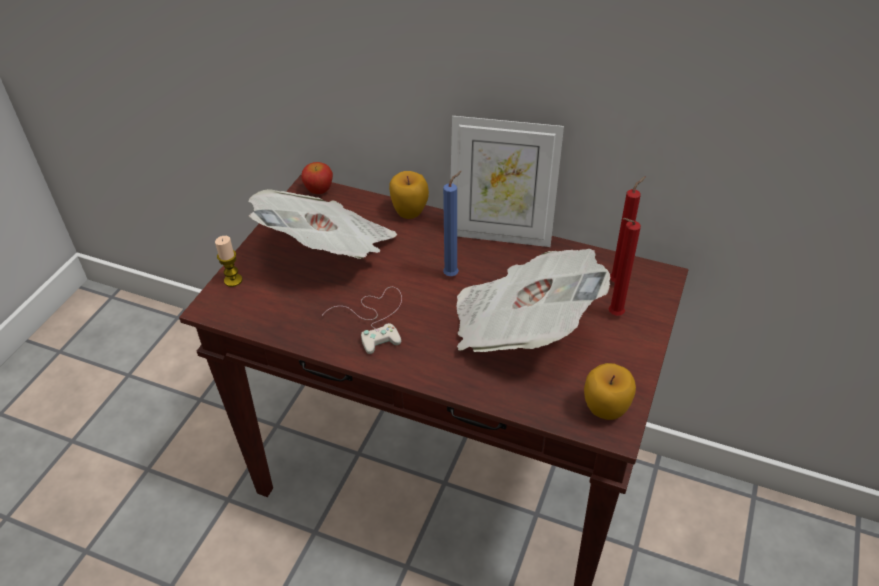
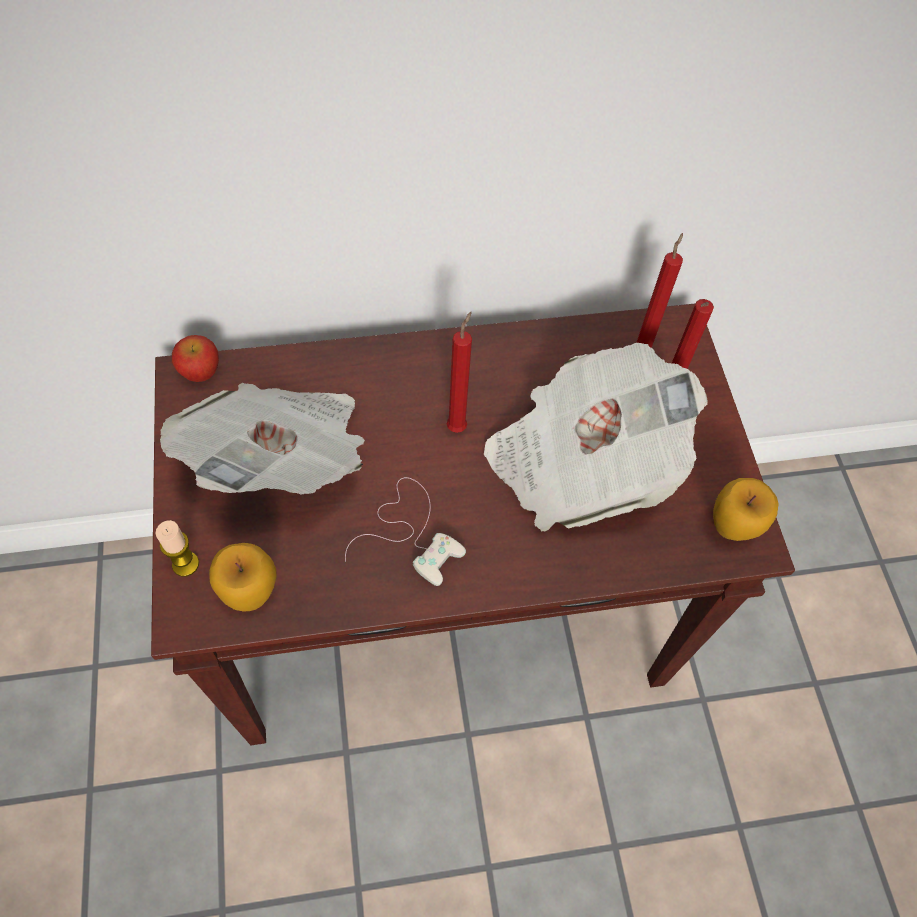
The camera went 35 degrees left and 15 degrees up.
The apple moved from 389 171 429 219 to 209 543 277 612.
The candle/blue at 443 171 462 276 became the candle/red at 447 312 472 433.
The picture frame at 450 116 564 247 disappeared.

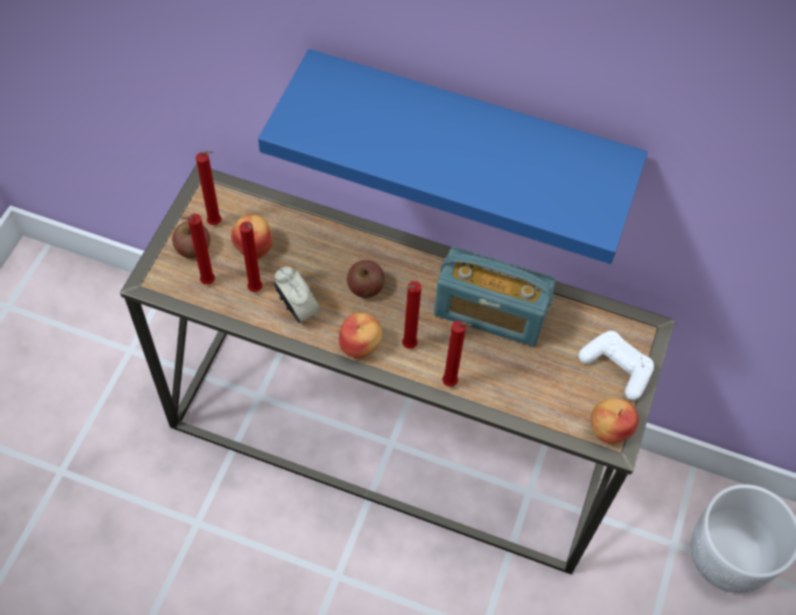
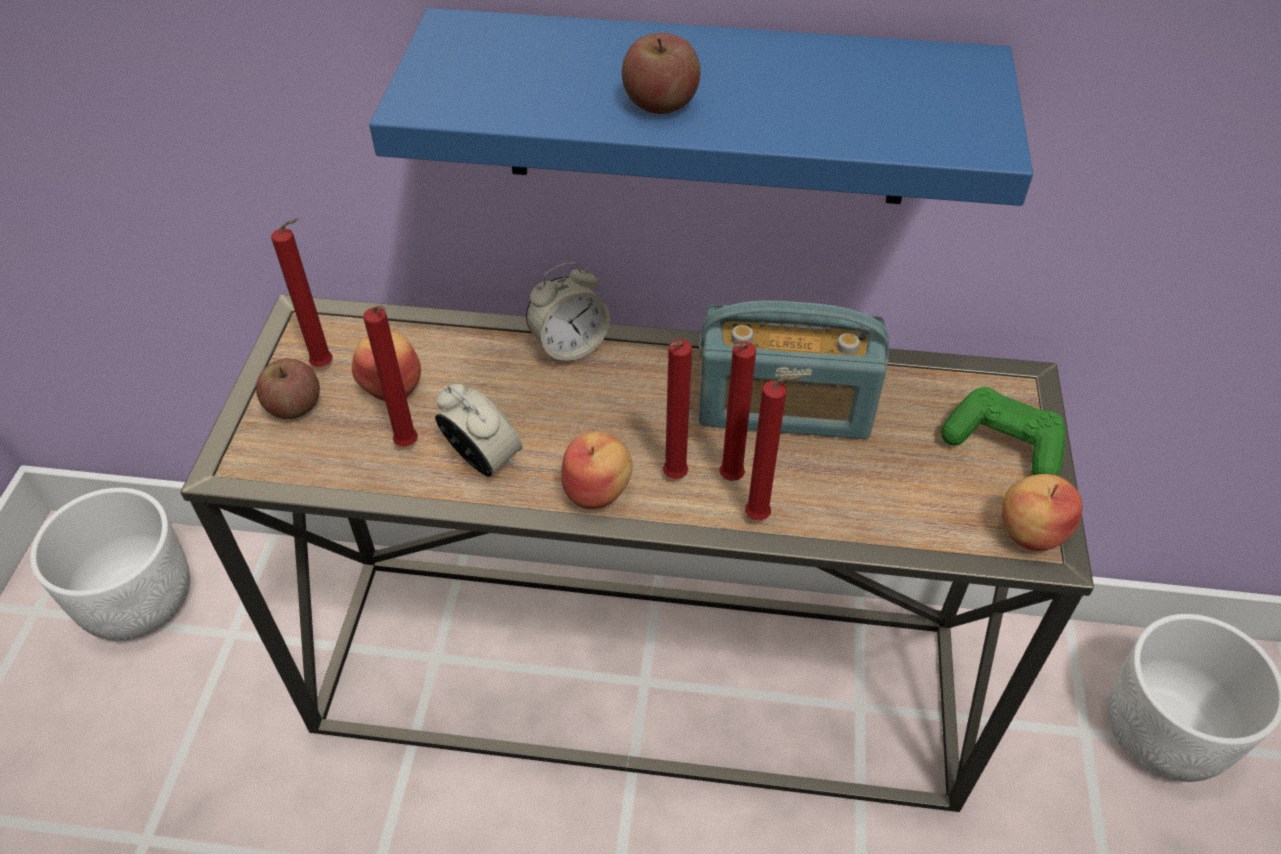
The camera went 10 degrees left and 10 degrees down.
The candle/red moved from 181 214 215 285 to 719 341 756 481.
The apple moved from 347 260 385 298 to 622 33 701 114.
The game controller/white at 579 331 654 400 became the game controller/green at 941 387 1066 476.
The planter/white at 30 488 190 641 appeared.
The alarm clock at 526 262 610 364 appeared.

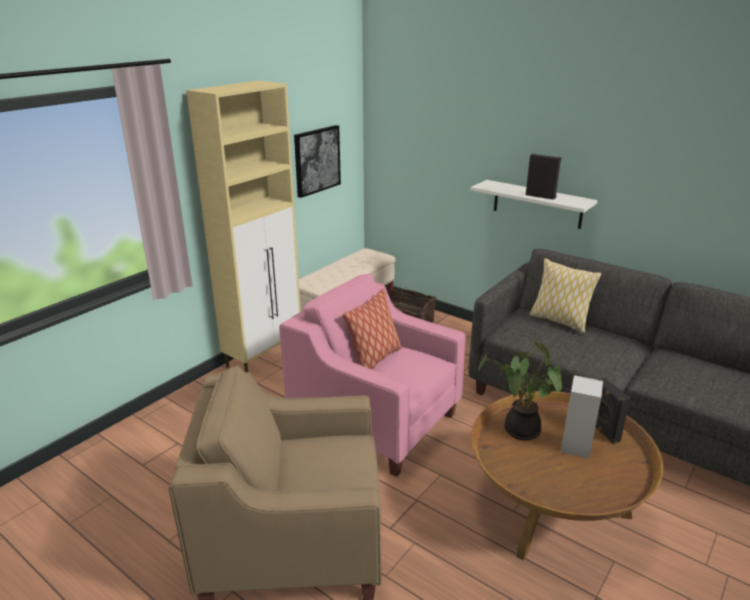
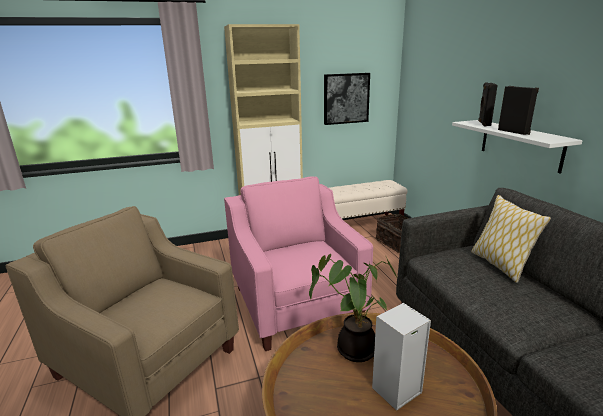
The camera went 35 degrees right and 5 degrees down.
The pillow at 343 289 402 369 disappeared.
The speaker/black moved from 596 378 630 444 to 478 82 498 126.

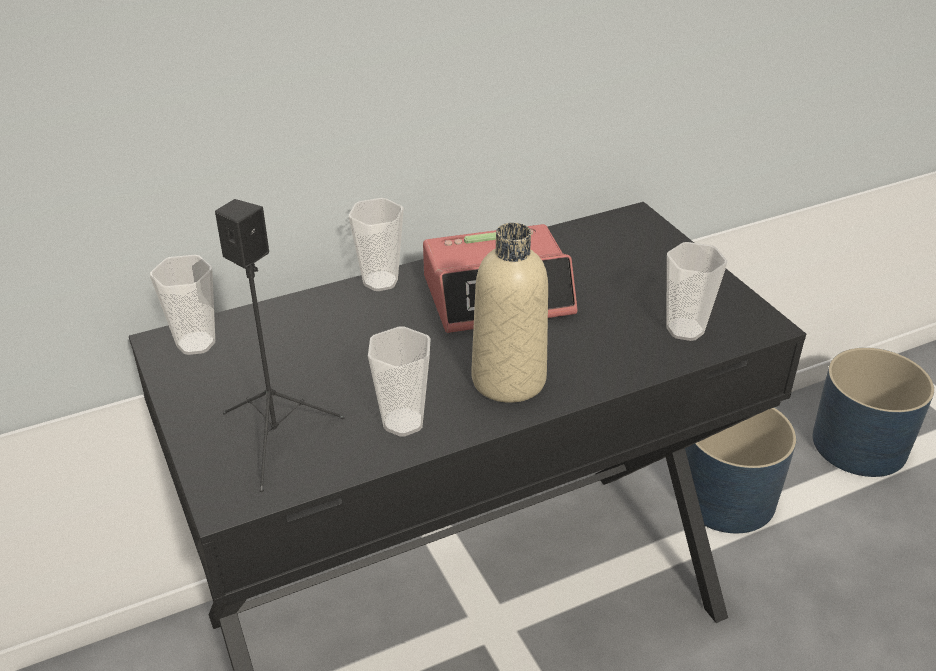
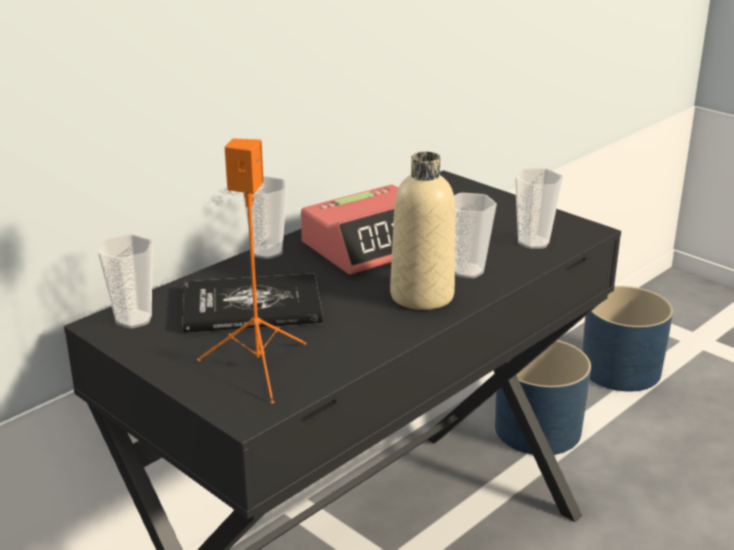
The camera went 20 degrees left and 10 degrees down.
The speaker/black at 215 199 345 492 became the speaker/orange at 197 139 306 404.
The cup moved from 368 326 431 436 to 454 193 497 278.
The book at 183 273 323 333 appeared.

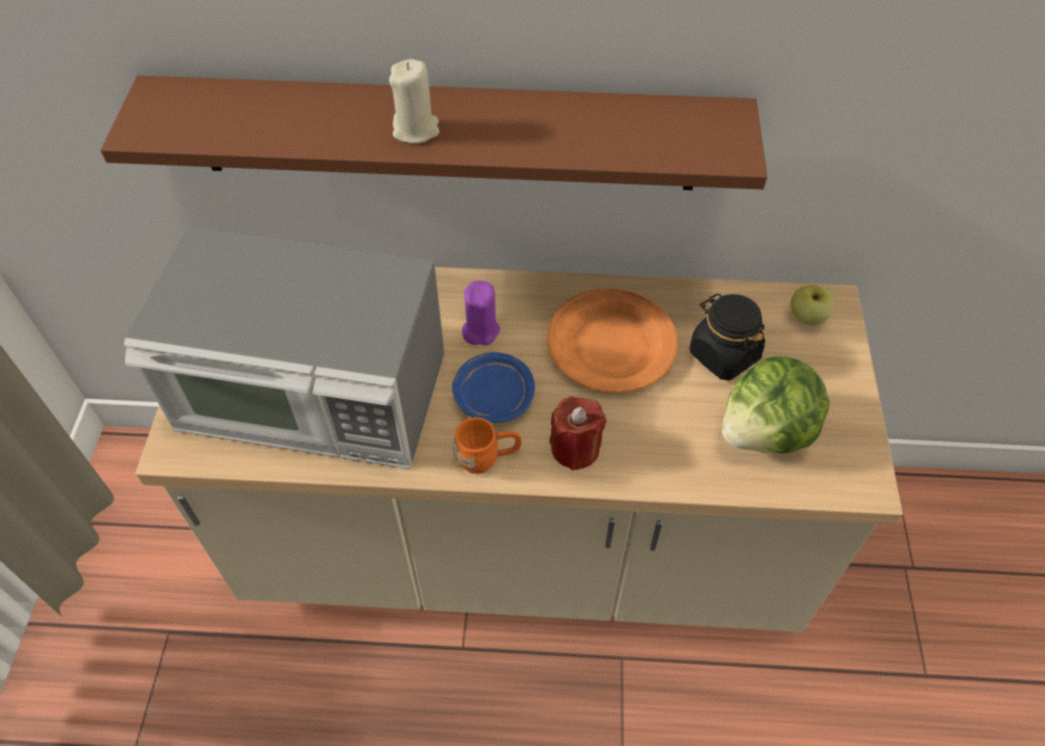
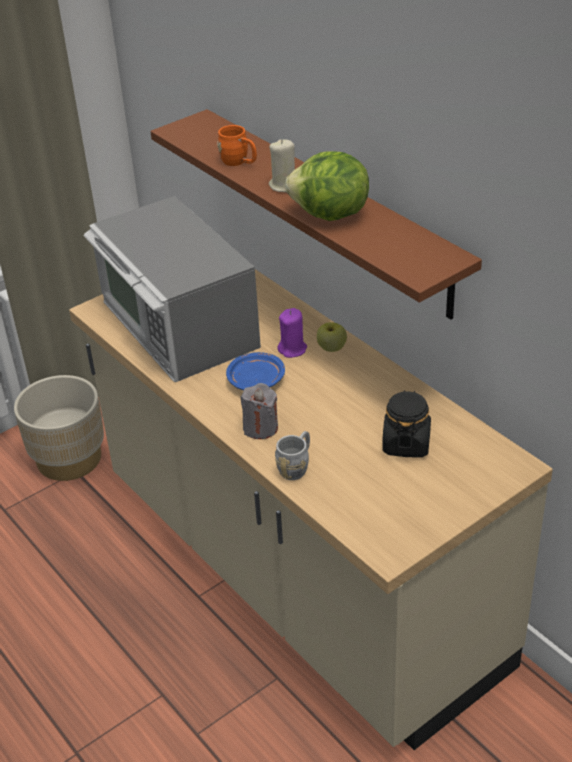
The camera went 50 degrees right and 15 degrees down.
The mug/orange moved from 452 417 521 474 to 217 125 257 166.
The plate/orange at 547 288 678 393 disappeared.
The candle/red at 550 396 606 471 became the candle/grey at 240 383 278 439.
The lettuce moved from 722 356 830 454 to 285 151 369 221.
The apple moved from 791 285 835 325 to 317 322 347 352.
The planter/beige at 14 375 104 481 appeared.
The mug/grey at 275 431 310 480 appeared.

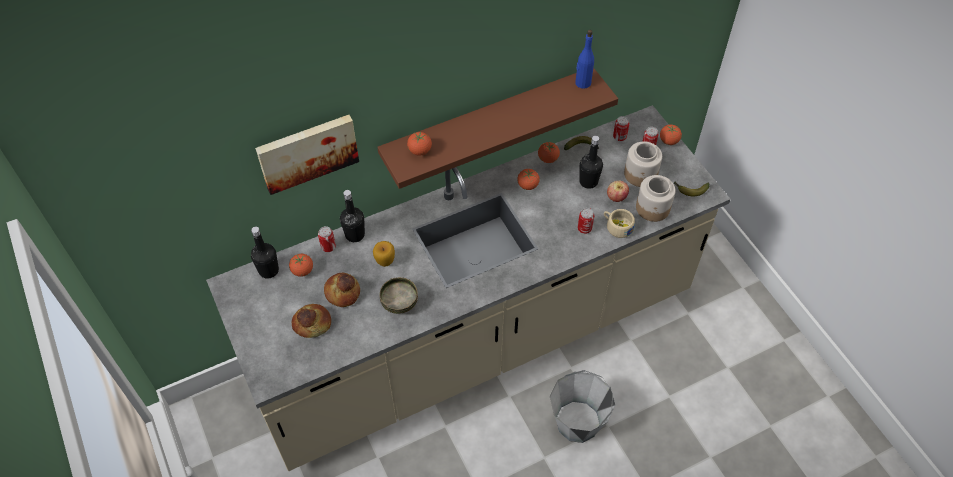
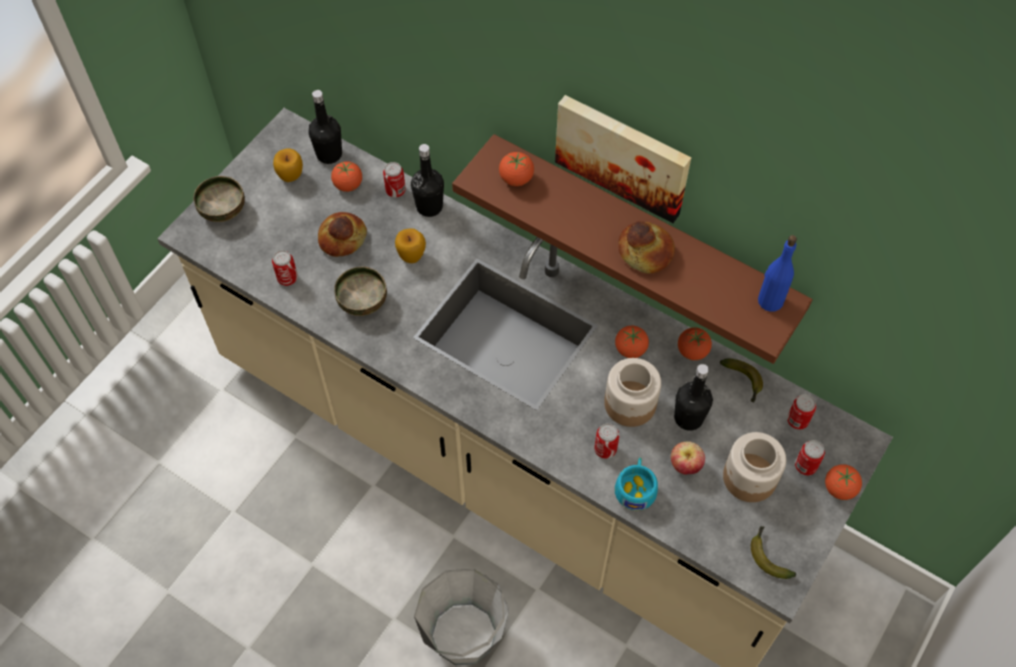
The camera went 60 degrees right and 5 degrees up.
The picture moved from 255 115 359 195 to 555 95 691 223.
The bread moved from 292 304 331 338 to 619 221 675 273.
The cup/beige at 604 209 635 238 became the cup/turquoise at 615 457 658 510.
The jar moved from 636 175 676 222 to 604 358 661 427.
The bowl at 193 176 245 222 appeared.
The can at 272 250 298 286 appeared.
The apple at 273 148 303 182 appeared.

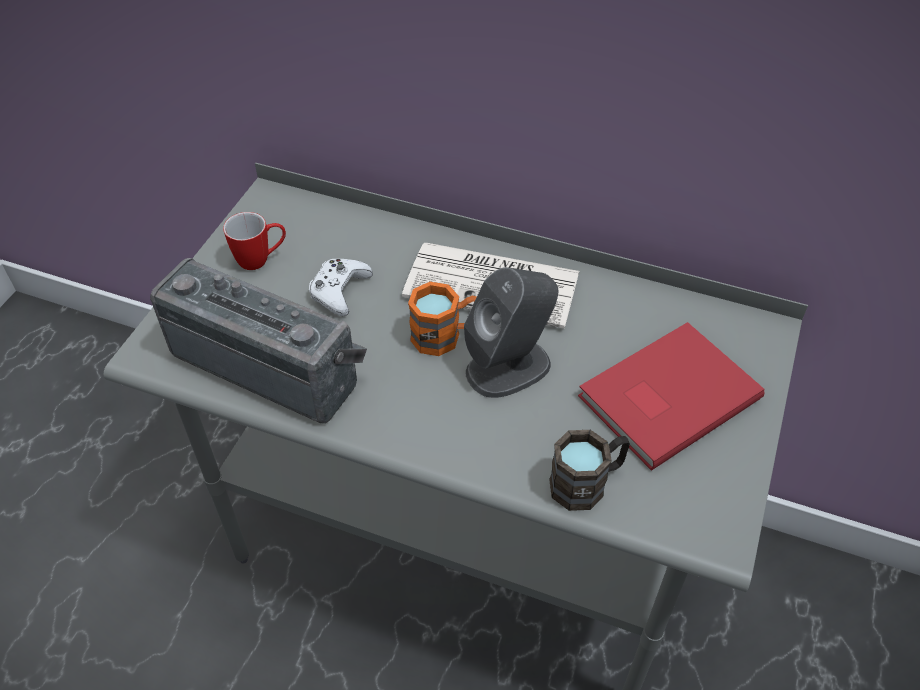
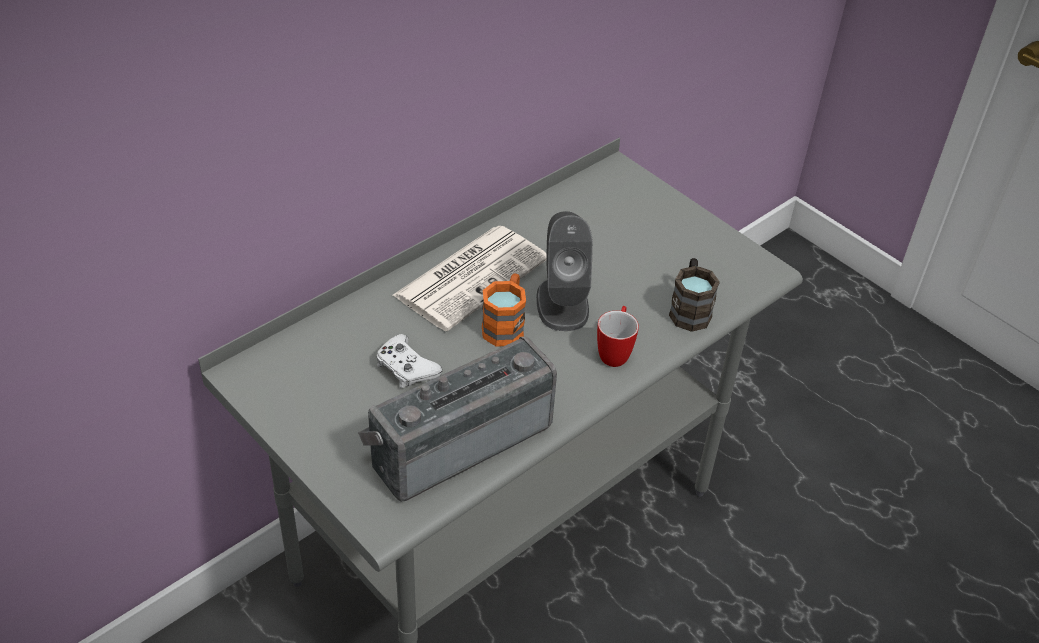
The camera went 65 degrees left and 5 degrees down.
The mug moved from 223 212 286 270 to 597 306 639 367.
The book/red at 578 322 764 471 disappeared.

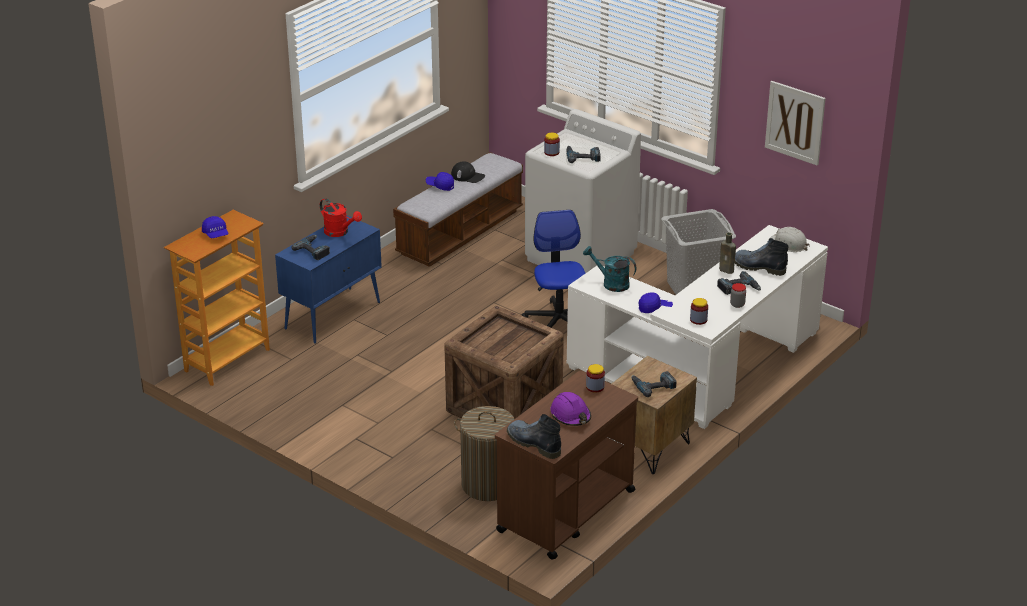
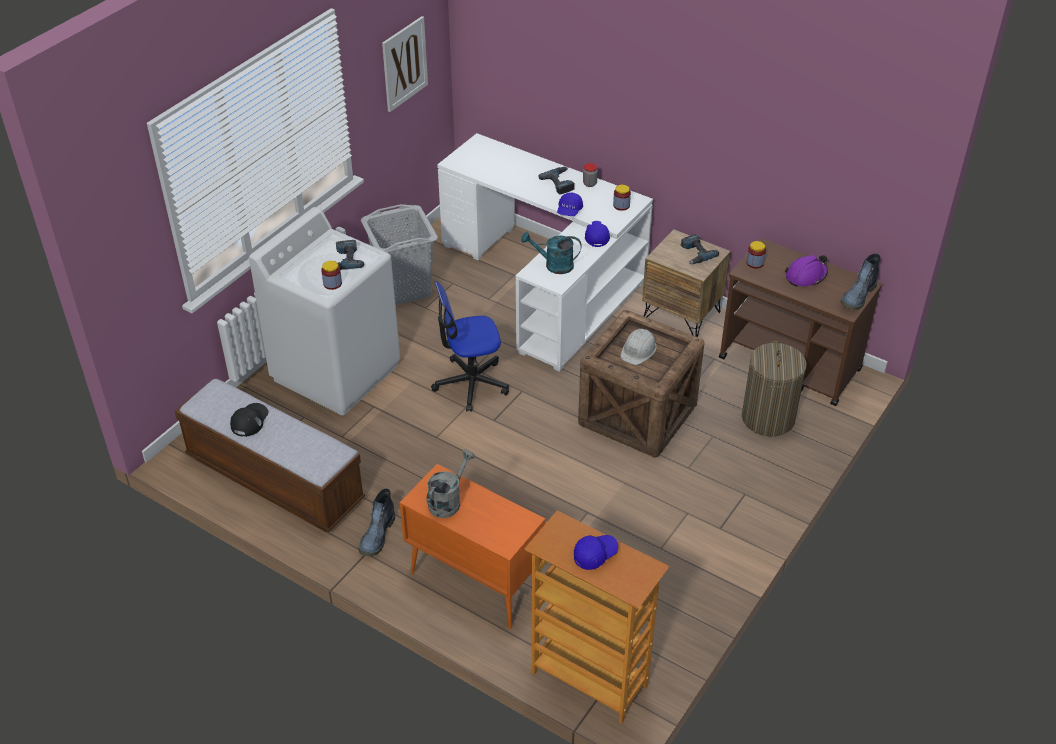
The camera went 95 degrees left and 10 degrees up.
The cabinet/blue at 275 215 382 344 became the cabinet/orange at 400 464 545 629.
The power drill at 291 235 330 260 disappeared.
The watering can/red at 320 198 362 237 became the watering can/grey at 427 450 475 518.
The cap/blue moved from 426 172 454 191 to 557 192 583 216.
The watering can/turquoise at 583 246 636 292 turned 75 degrees clockwise.
The bottle/brown at 719 232 736 274 disappeared.
The boot moved from 735 238 788 276 to 358 489 395 557.
The hard hat/white moved from 770 227 810 252 to 620 329 657 365.

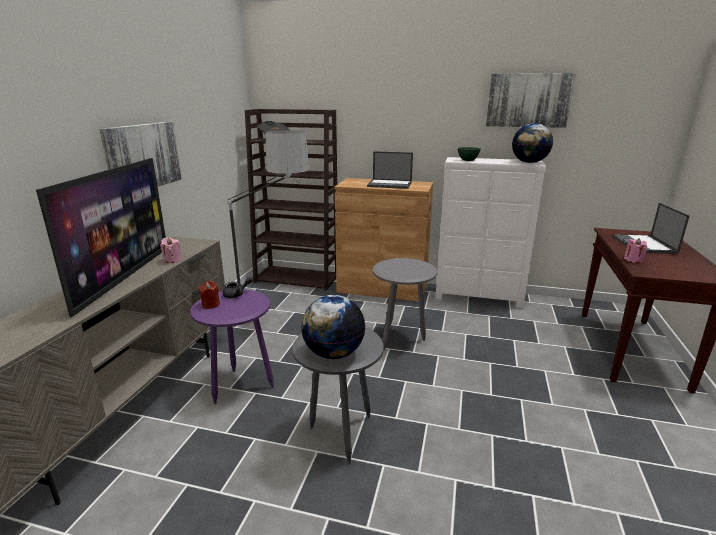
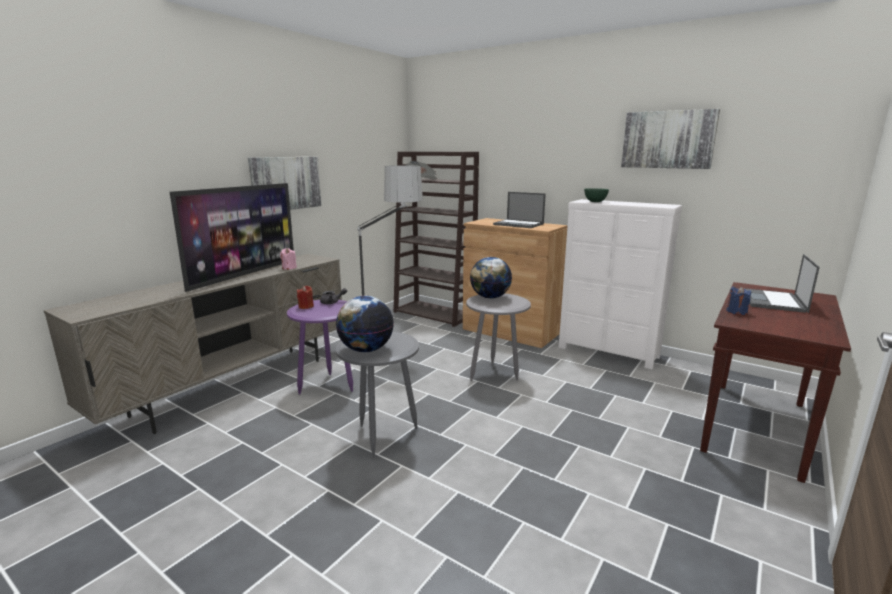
The camera went 20 degrees right and 5 degrees down.
The globe moved from 512 123 553 163 to 470 257 512 299.
The candle/pink at 624 238 647 263 became the candle/blue at 726 286 751 315.

